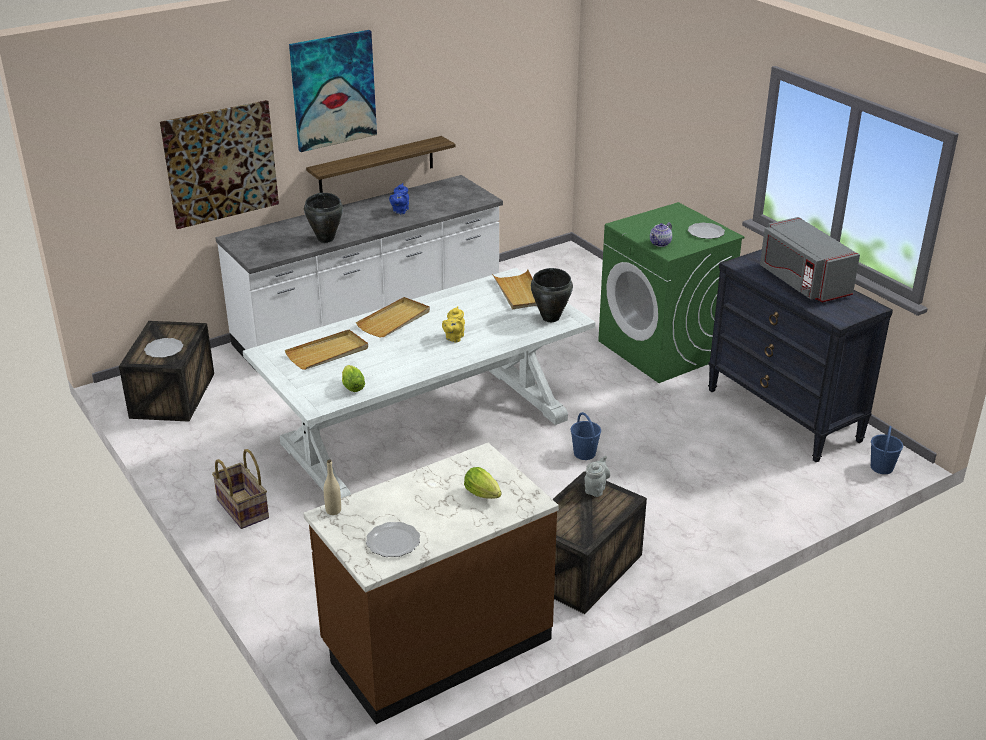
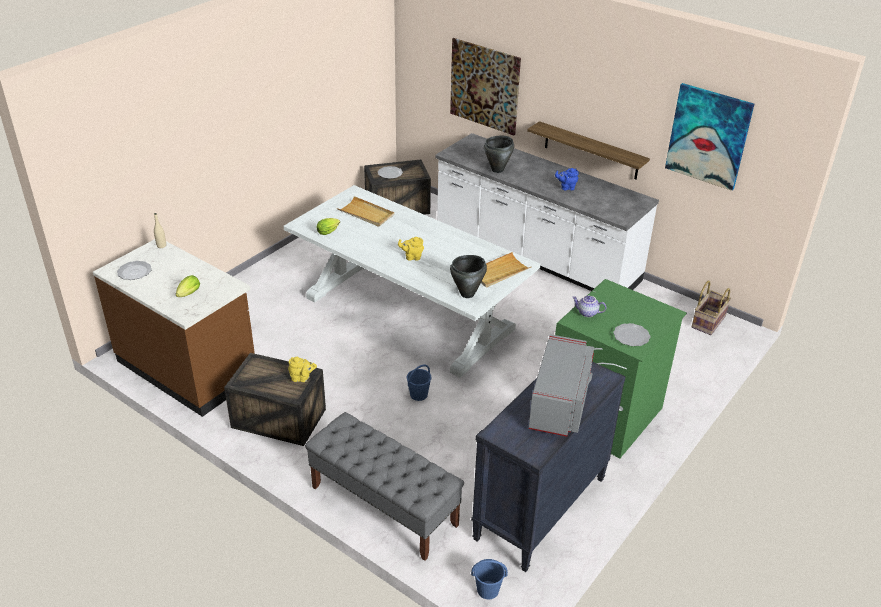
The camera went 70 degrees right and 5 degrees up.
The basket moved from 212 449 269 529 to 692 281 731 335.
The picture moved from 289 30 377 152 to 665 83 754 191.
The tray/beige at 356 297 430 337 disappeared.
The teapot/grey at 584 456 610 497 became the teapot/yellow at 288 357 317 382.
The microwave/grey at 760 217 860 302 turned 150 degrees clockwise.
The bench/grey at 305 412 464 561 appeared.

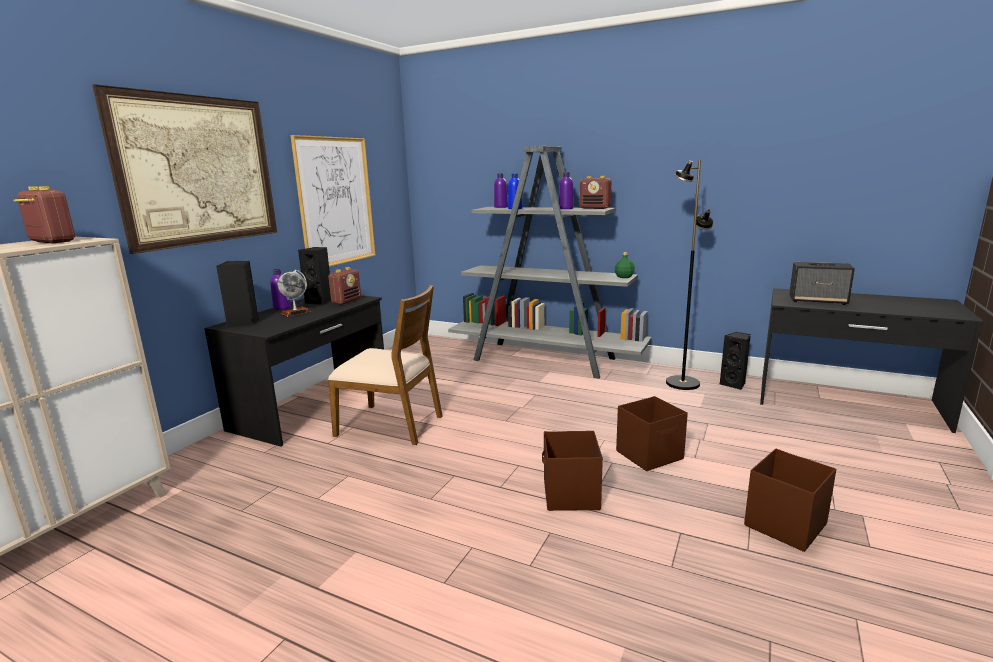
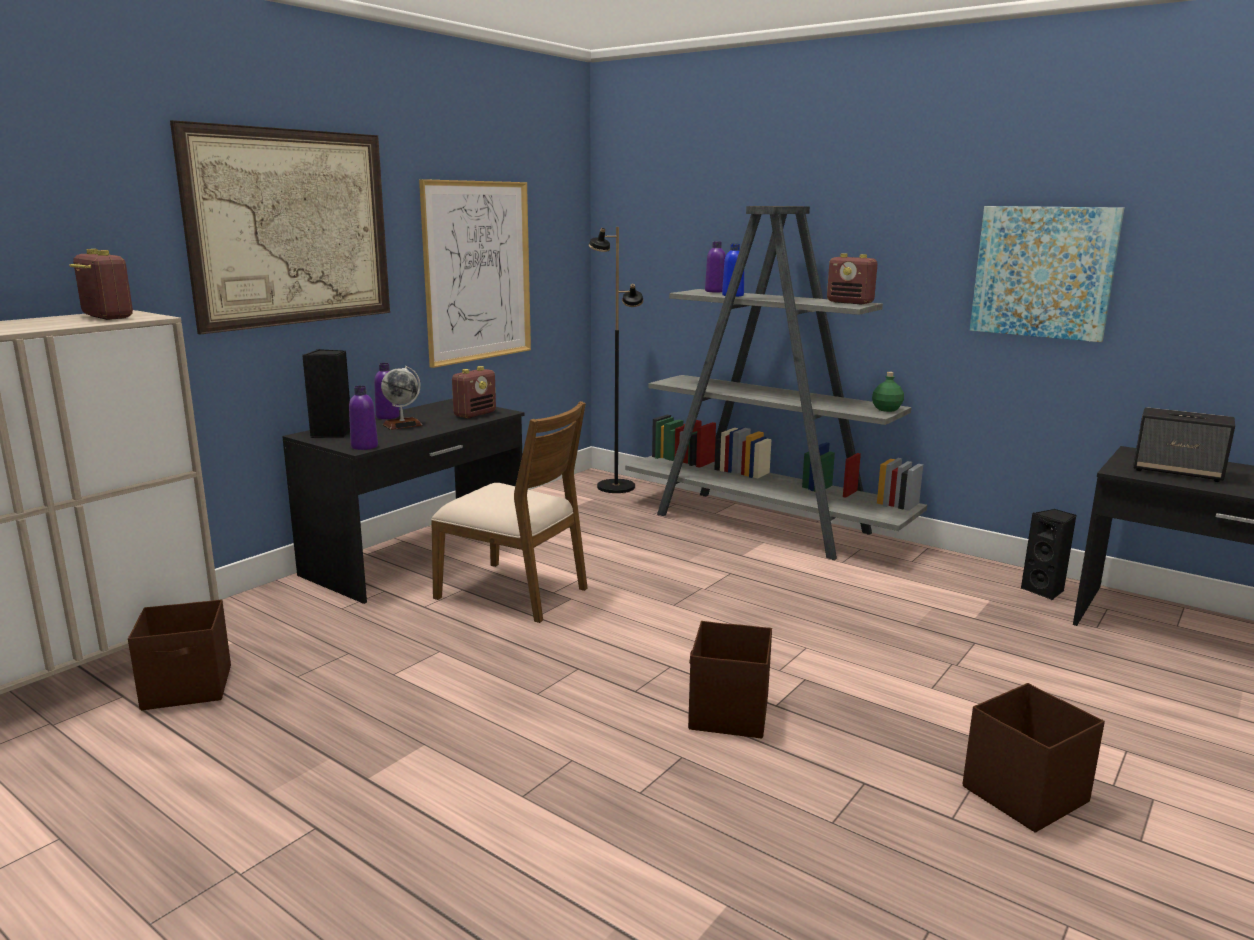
The camera went 10 degrees right and 0 degrees up.
The speaker/black at 298 247 331 305 disappeared.
The bottle/purple moved from 559 172 574 209 to 349 386 378 450.
The storage box/brown moved from 616 396 688 471 to 128 599 231 710.
The floor lamp/black moved from 666 159 713 390 to 589 227 644 493.
The picture at 970 206 1124 342 appeared.

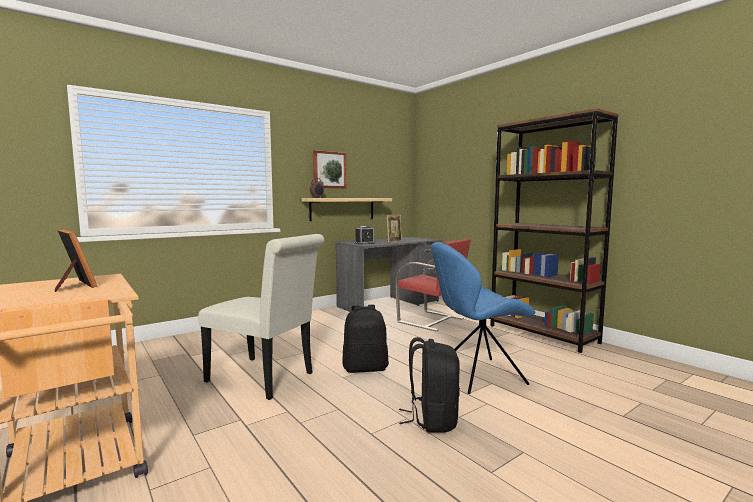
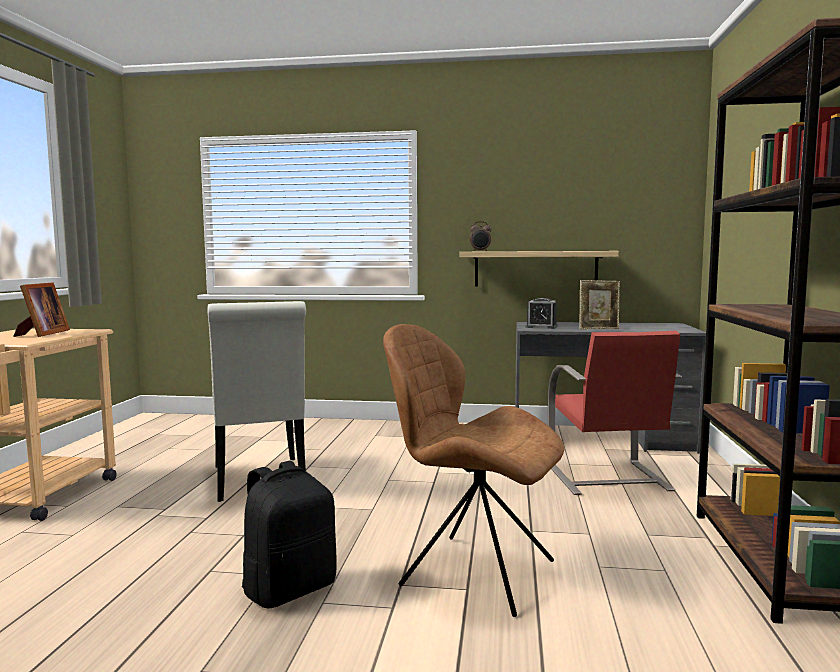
The camera went 45 degrees right and 0 degrees up.
The picture at 313 150 347 188 disappeared.
The backpack/black at 342 305 389 373 disappeared.
The chair/blue at 431 242 535 394 became the chair/brown at 383 324 565 617.

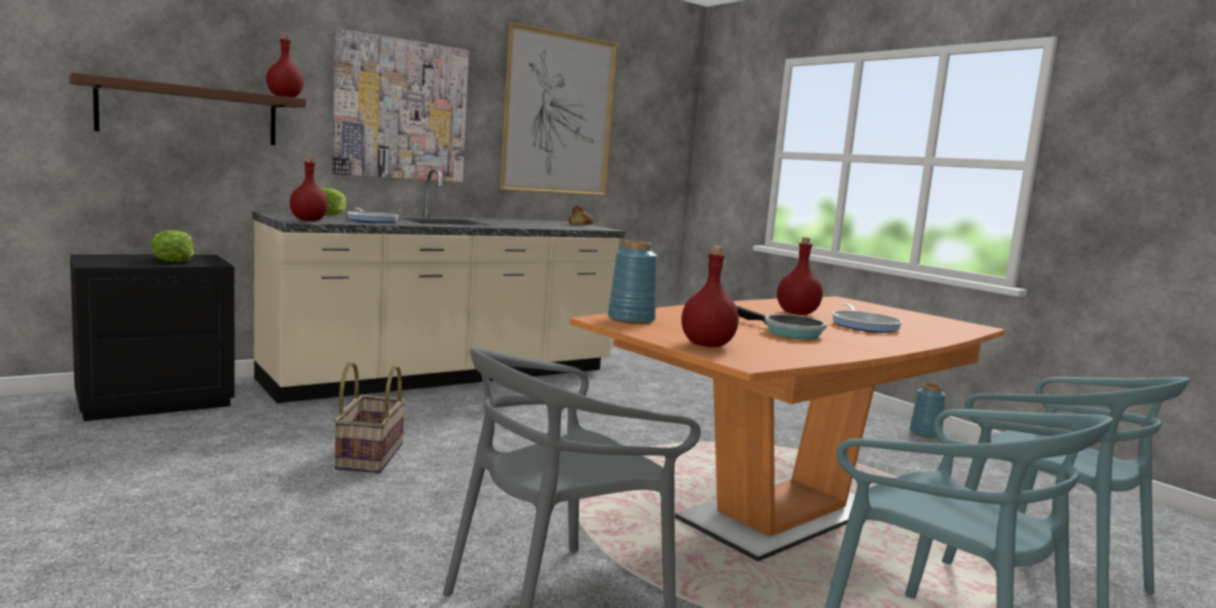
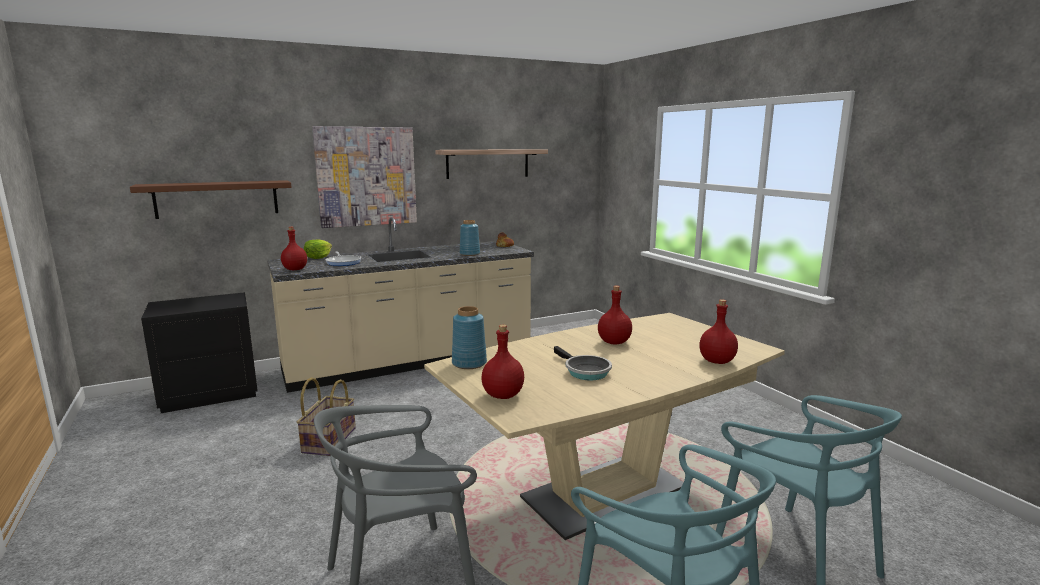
The camera went 10 degrees right and 5 degrees up.
The lettuce at 151 230 194 262 disappeared.
The bottle/red moved from 266 35 304 97 to 699 299 738 364.
The picture at 500 22 618 196 was replaced by the shelf at 435 149 548 179.
The dining table/orange at 570 296 1005 561 became the dining table/beige at 424 313 785 540.
The frying pan at 832 303 902 333 disappeared.
The vase/blue moved from 909 383 946 438 to 460 220 480 256.

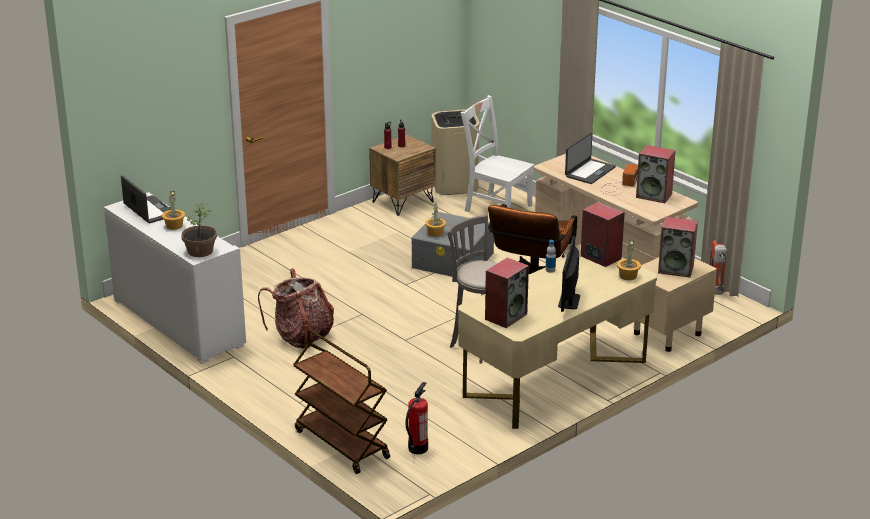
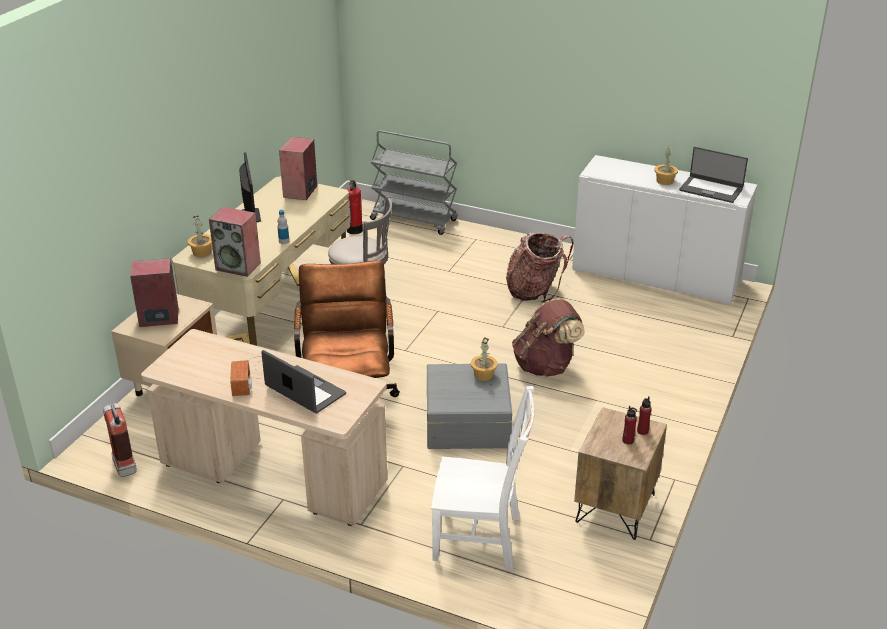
The camera went 155 degrees right and 5 degrees up.
The potted plant at 181 203 217 257 disappeared.
The cart/brown at 293 329 390 474 became the cart/grey at 370 130 458 235.
The trash can/beige at 432 109 479 195 disappeared.
The laptop at 565 133 616 184 turned 120 degrees clockwise.
The speaker at 636 145 676 203 disappeared.
The backpack/brown at 512 298 585 377 appeared.

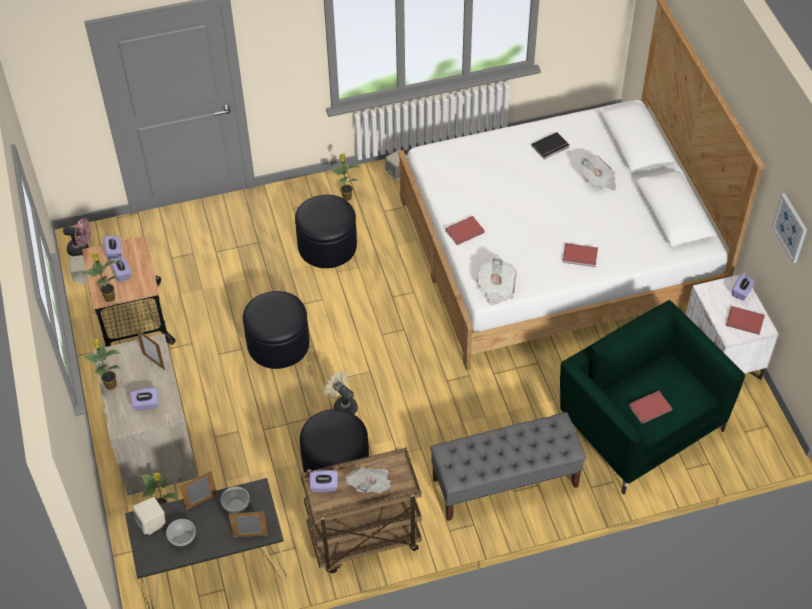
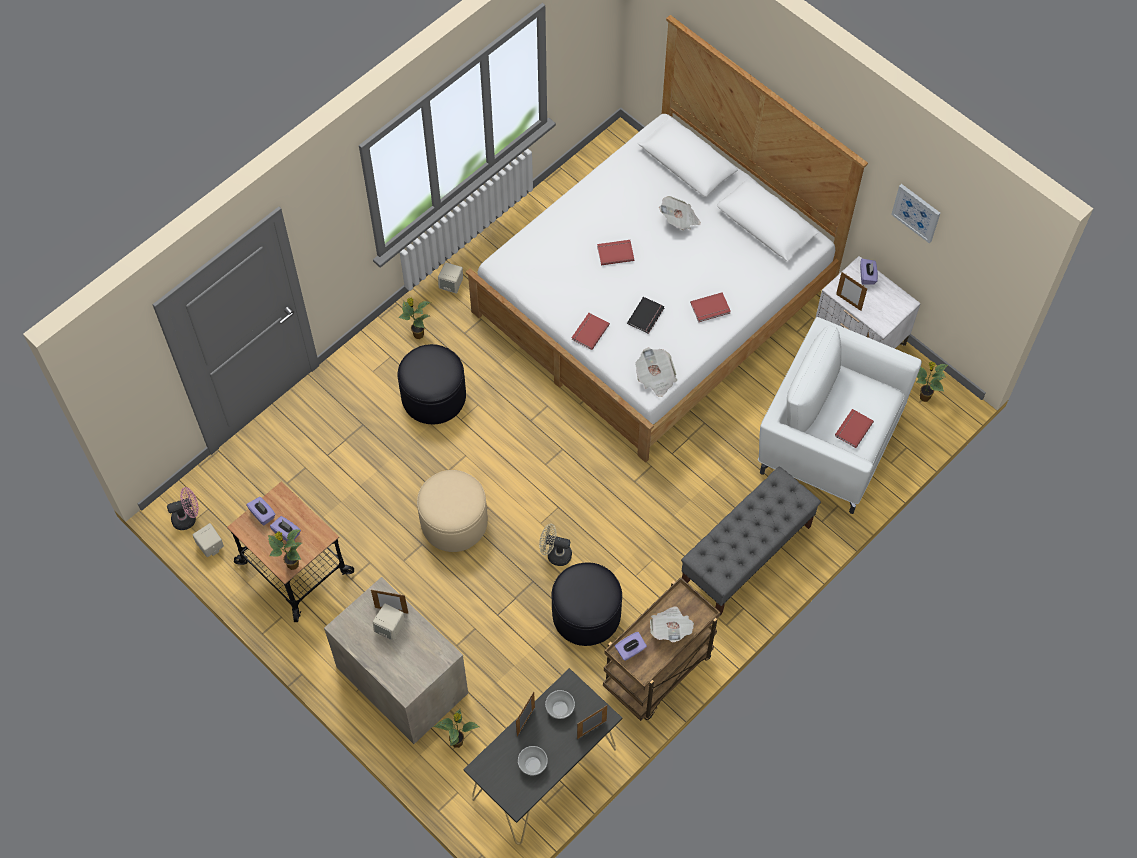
The camera went 30 degrees left and 10 degrees up.
The potted plant moved from 84 339 121 390 to 916 361 948 402.
The tissue box/purple at 130 388 159 411 disappeared.
The speaker/beige moved from 133 497 166 535 to 373 604 404 641.
The ottoman/black at 243 291 310 369 became the ottoman/beige at 417 470 488 552.
The book/black moved from 532 132 569 159 to 627 297 665 334.
The armchair/green at 560 300 745 494 became the armchair/white at 758 317 922 514.
The book/red moved from 726 306 765 335 to 597 240 634 265.
The picture frame at 836 272 867 311 appeared.

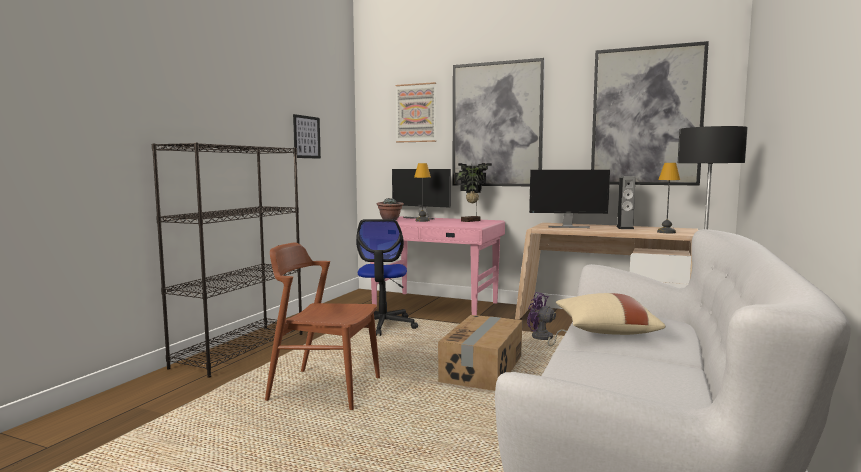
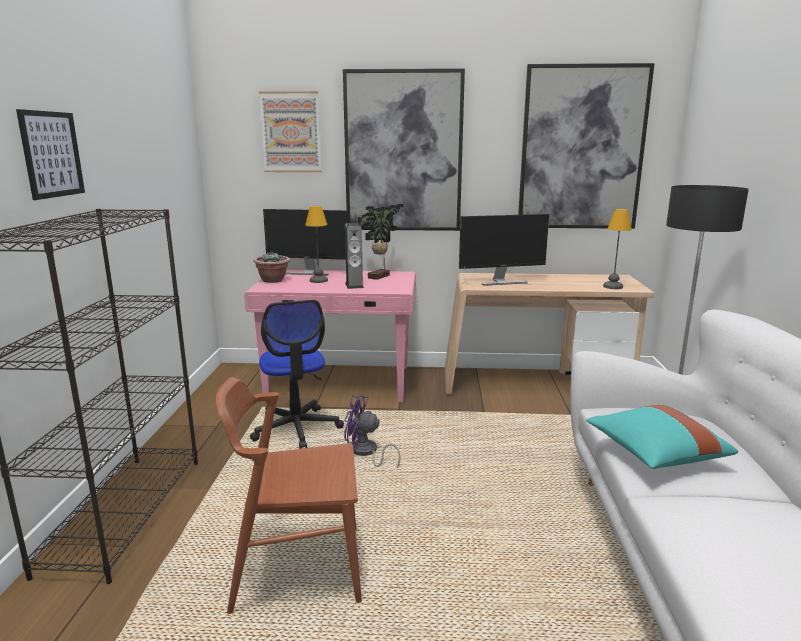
The camera went 20 degrees left and 10 degrees up.
The picture moved from 293 114 321 159 to 16 109 85 200.
The cardboard box at 438 315 522 391 disappeared.
The fan/purple moved from 527 292 567 346 to 344 395 401 468.
The pillow/beige at 556 293 666 335 became the pillow/turquoise at 586 404 738 469.
The speaker moved from 616 176 636 229 to 345 223 364 289.

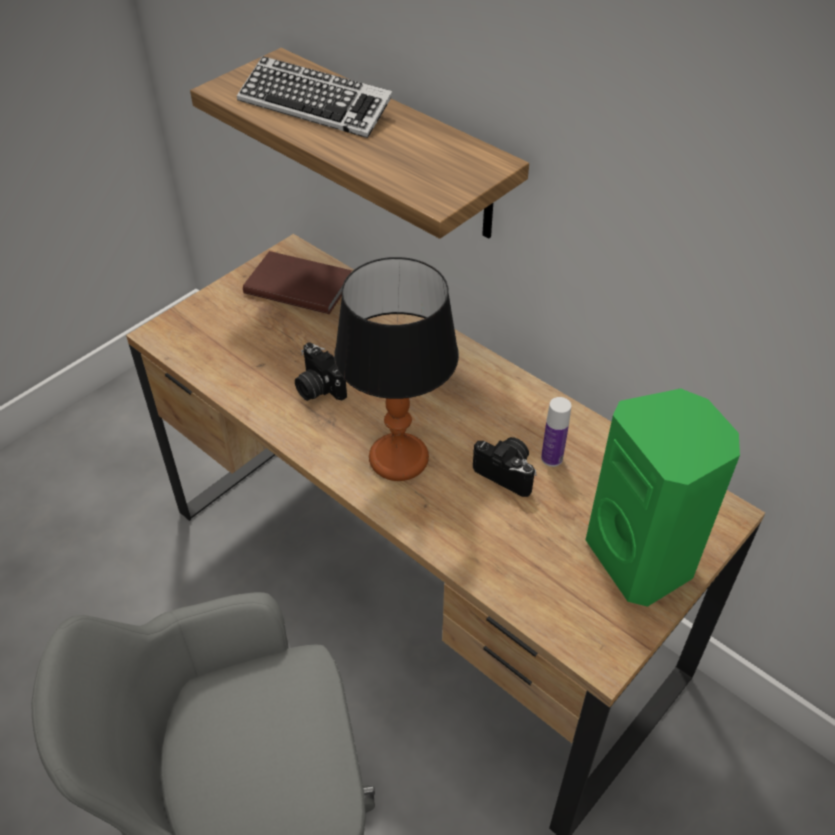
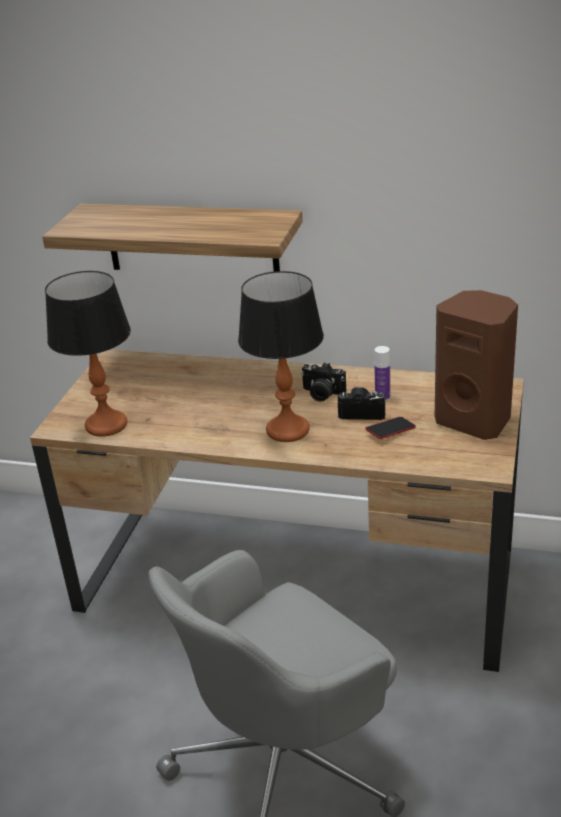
The camera went 25 degrees left and 15 degrees down.
The keyboard at 237 56 393 138 disappeared.
The book/brown at 243 251 352 314 disappeared.
The photo camera moved from 295 342 347 401 to 301 363 346 402.
The speaker/green at 586 388 740 607 became the speaker/brown at 435 290 518 440.
The table lamp at 45 271 131 437 appeared.
The phone at 365 417 416 439 appeared.

